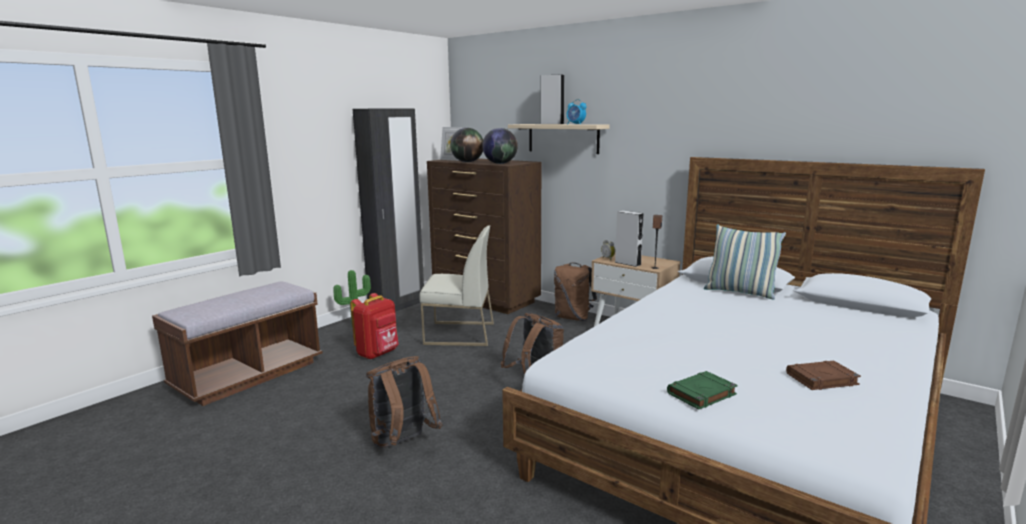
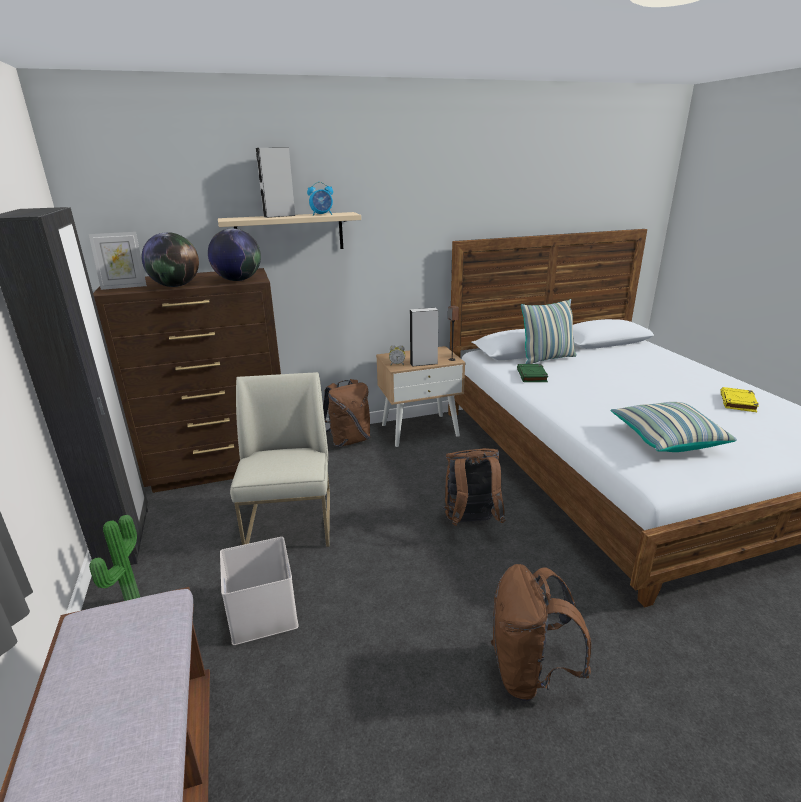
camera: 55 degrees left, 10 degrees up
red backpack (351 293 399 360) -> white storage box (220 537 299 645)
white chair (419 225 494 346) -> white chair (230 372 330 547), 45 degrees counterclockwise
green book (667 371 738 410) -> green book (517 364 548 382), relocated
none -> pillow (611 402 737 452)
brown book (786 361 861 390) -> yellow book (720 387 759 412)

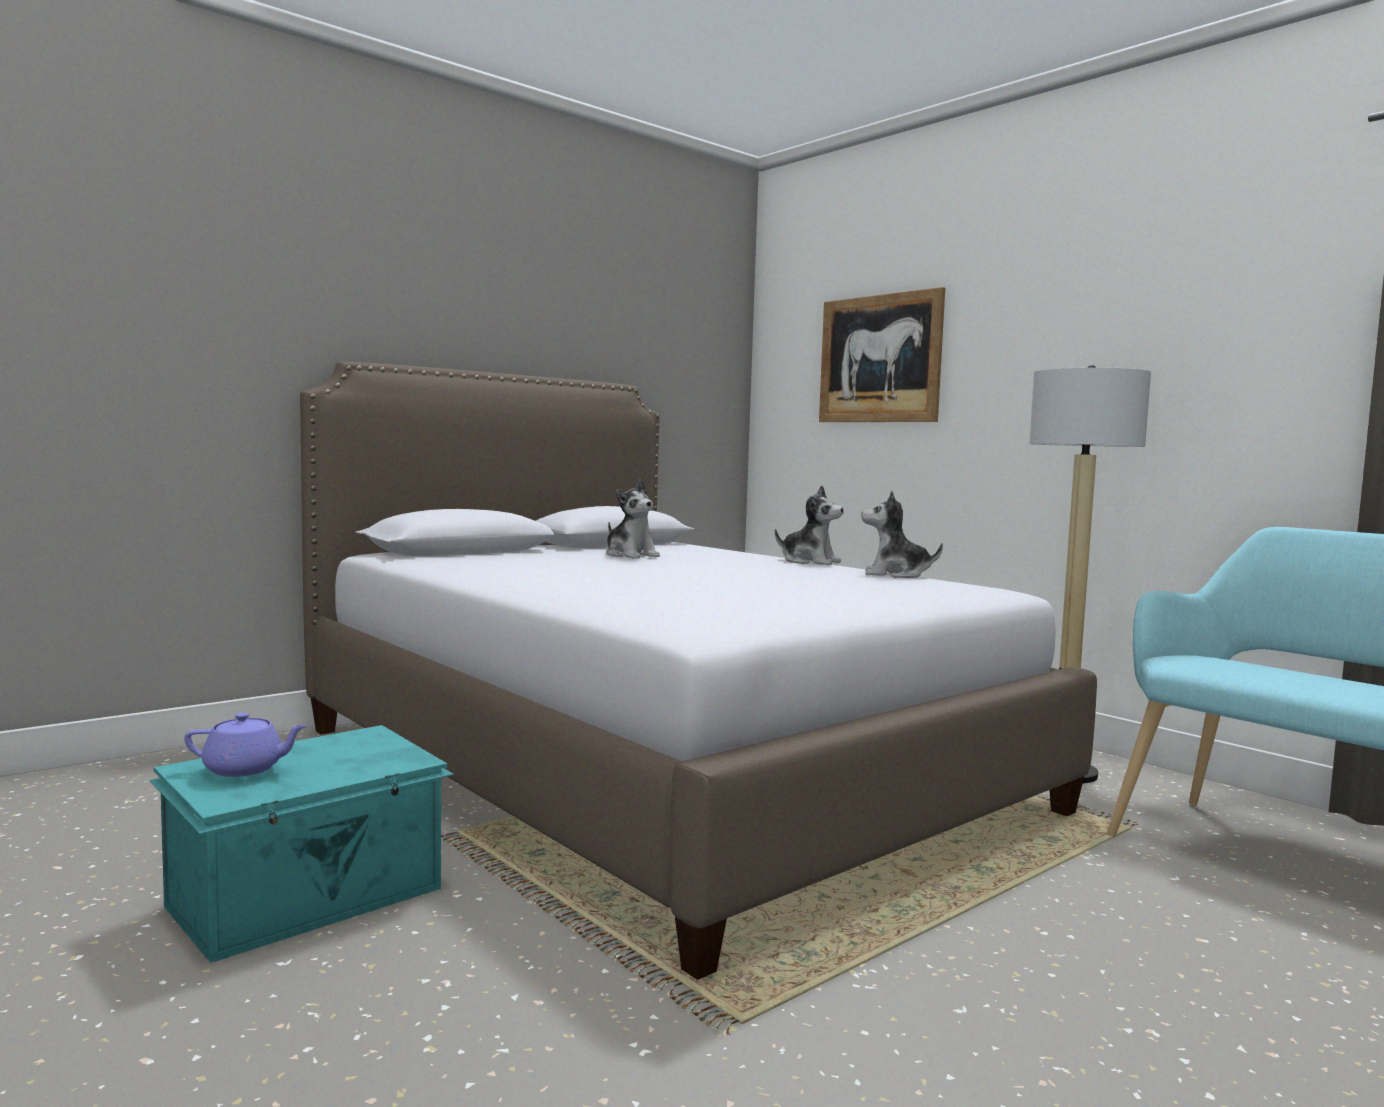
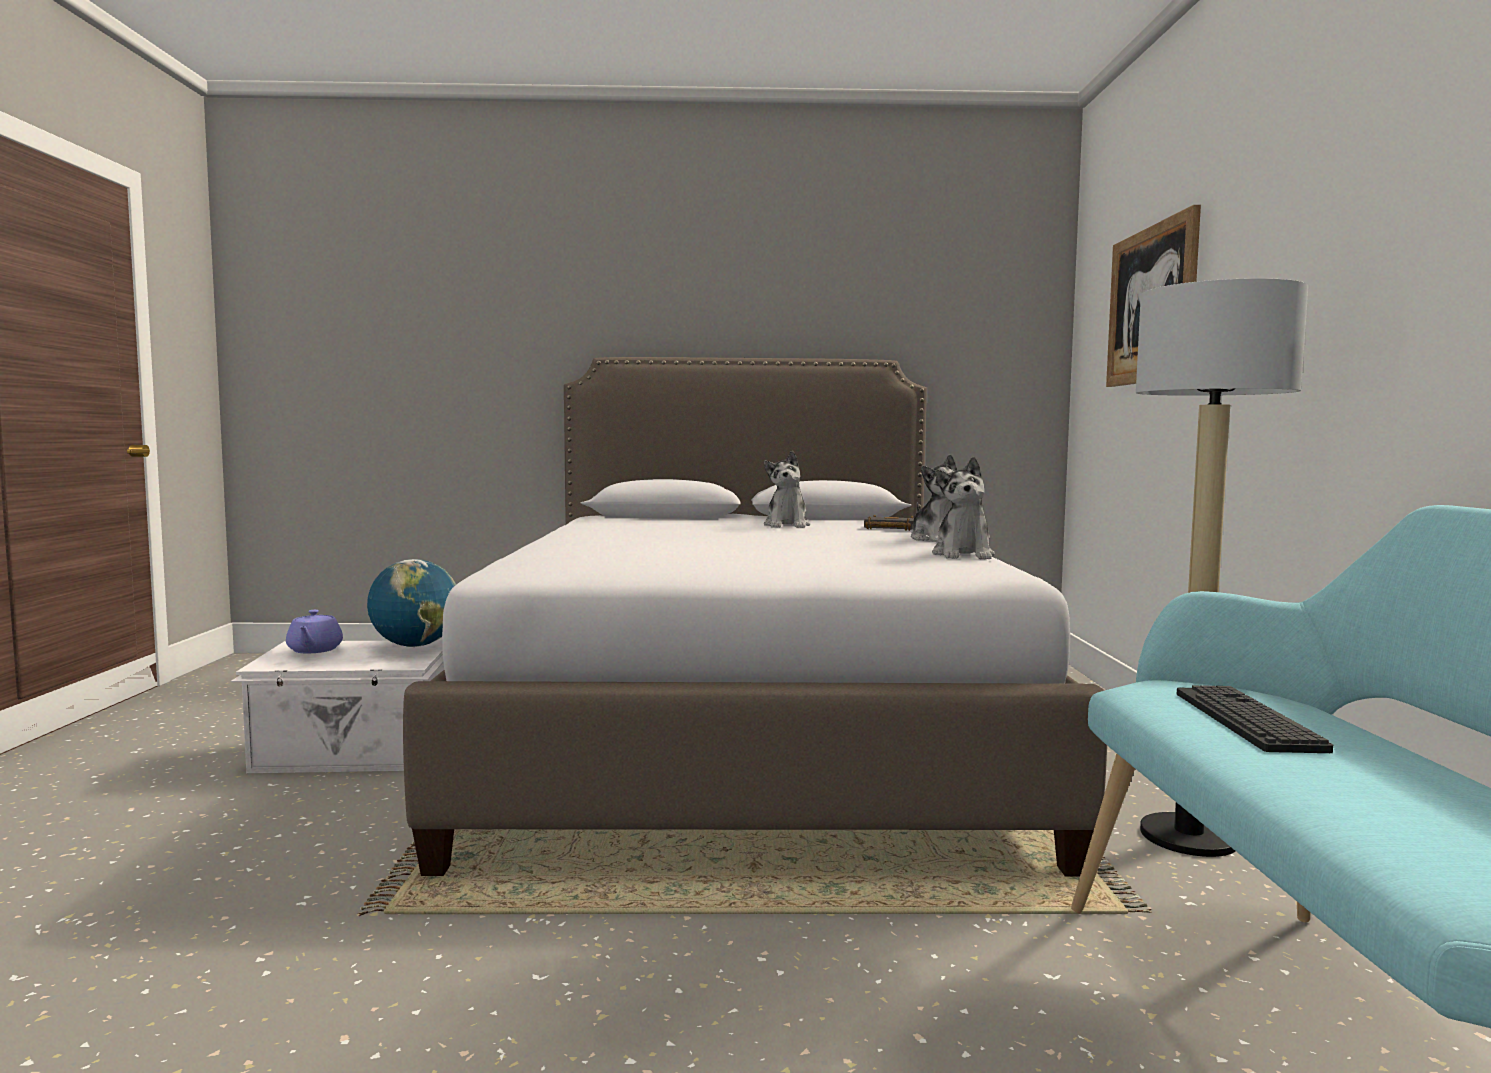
camera: 40 degrees right, 0 degrees up
turquoise storage box (150 725 454 963) -> white storage box (231 640 444 773)
purple teapot (184 712 307 777) -> purple teapot (286 610 343 653), 45 degrees clockwise
none -> globe (367 559 456 647)
none -> black book (864 514 914 531)
plush toy (861 491 943 578) -> plush toy (932 457 995 559), 135 degrees counterclockwise
none -> keyboard (1177 685 1333 753)

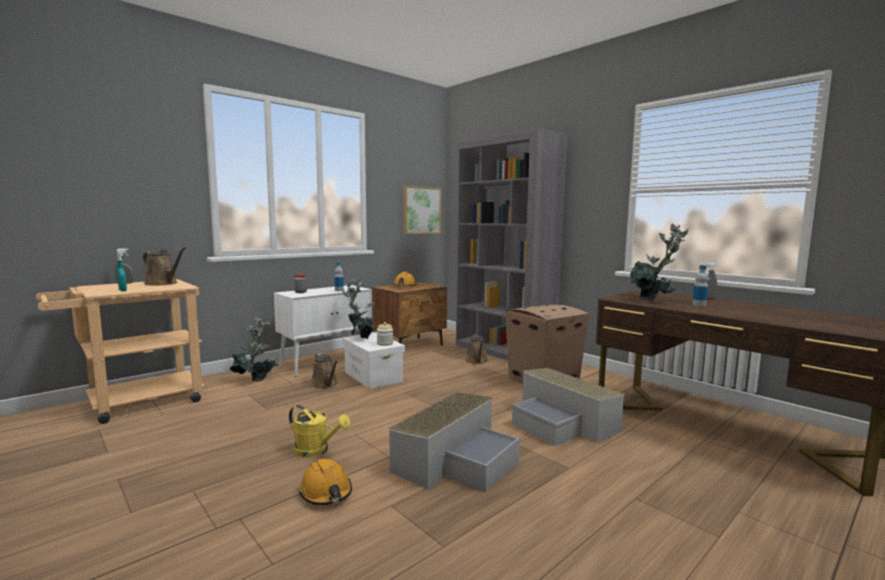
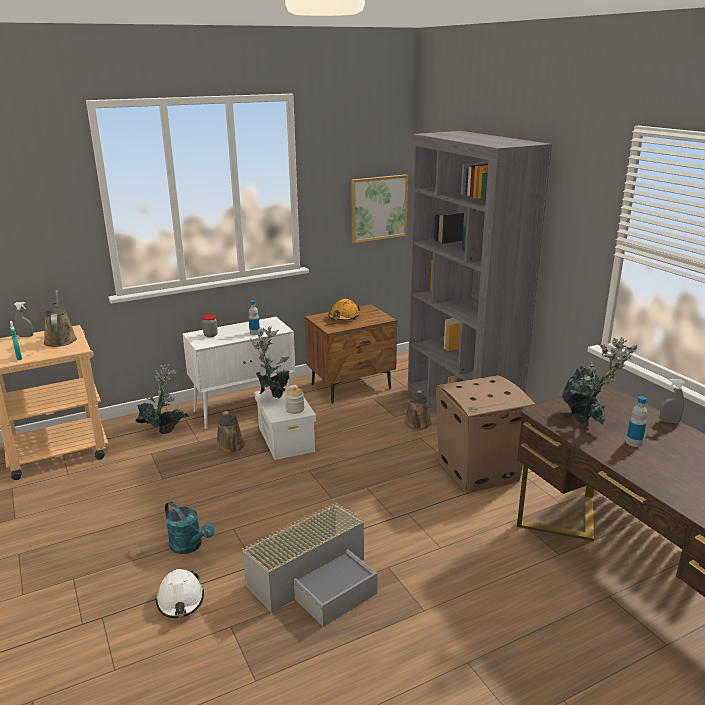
camera: 15 degrees right, 15 degrees up
brown watering can (143 247 186 286) -> brown watering can (44 290 77 347), 150 degrees counterclockwise
orange hard hat (299 459 352 505) -> white hard hat (155 569 204 618)
yellow watering can (289 405 351 458) -> turquoise watering can (165 501 215 554)
grey storage box (512 368 625 446) -> none

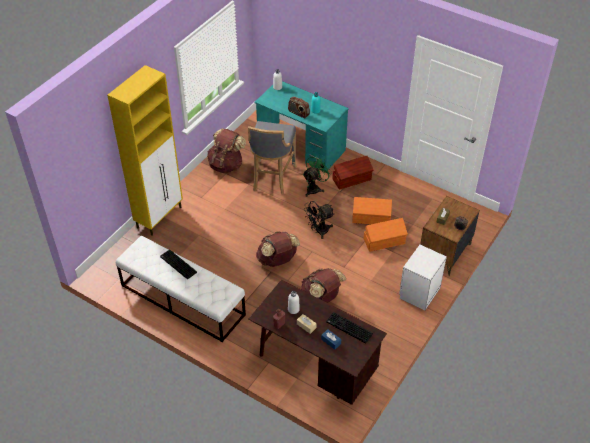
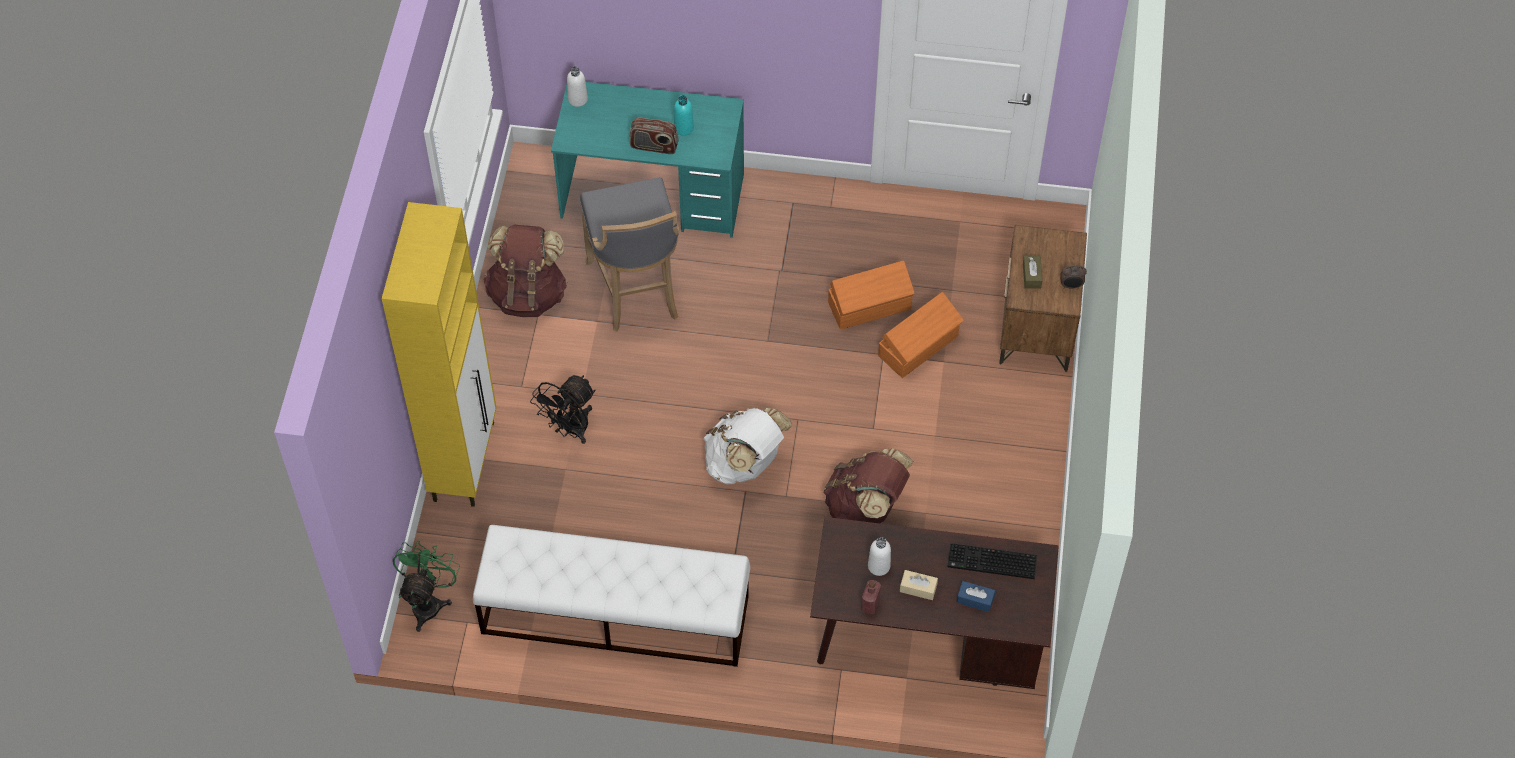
camera: 25 degrees left, 10 degrees up
green fan (303 155 333 197) -> green fan (393 540 460 632), relocated
black fan (304 201 334 239) -> black fan (530 375 595 444), relocated
brown backpack (256 231 300 267) -> white backpack (703 408 792 484)
keyboard (160 250 197 279) -> none
brown storage box (332 156 373 190) -> none
white nightstand (399 245 447 311) -> none

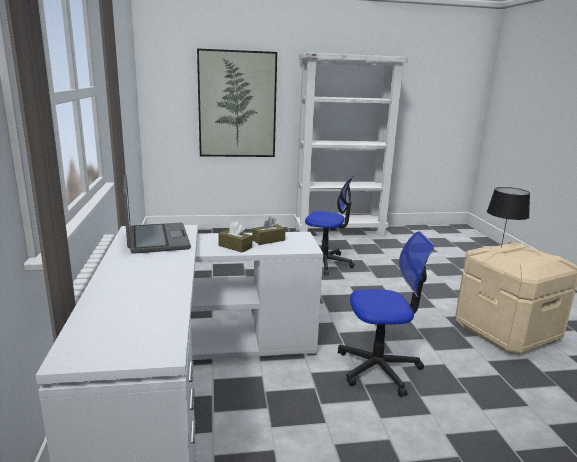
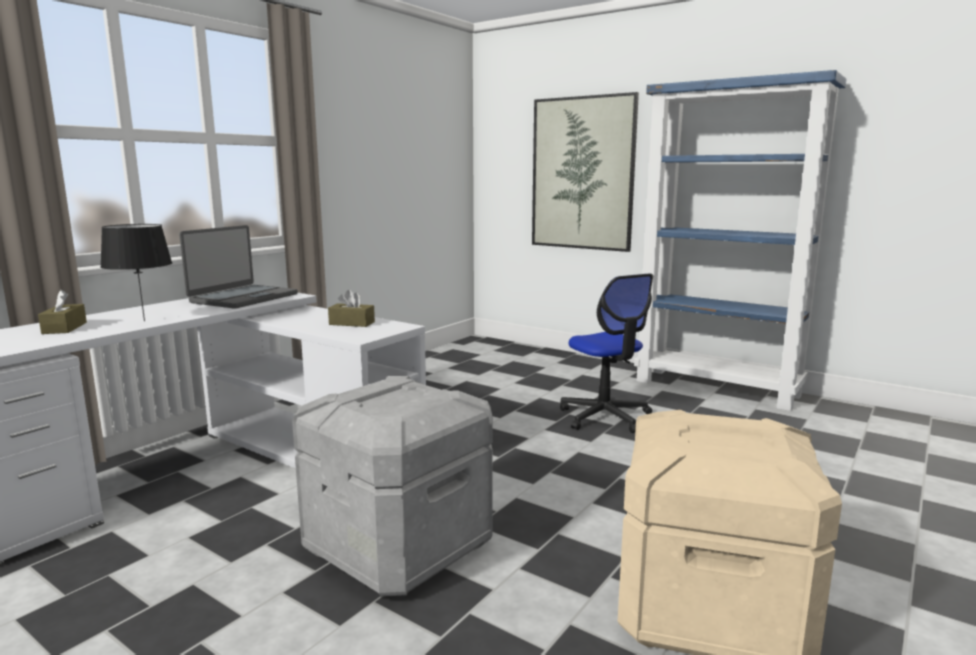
camera: 45 degrees right, 5 degrees down
brown tissue box (218 221 252 253) -> brown tissue box (38 290 87 334), relocated
black table lamp (487 187 530 247) -> black table lamp (100 224 172 321), relocated
office chair (338 231 434 397) -> grey storage box (292 376 493 597)
white bookcase (294 53 408 237) -> blue bookcase (634 70 847 411)

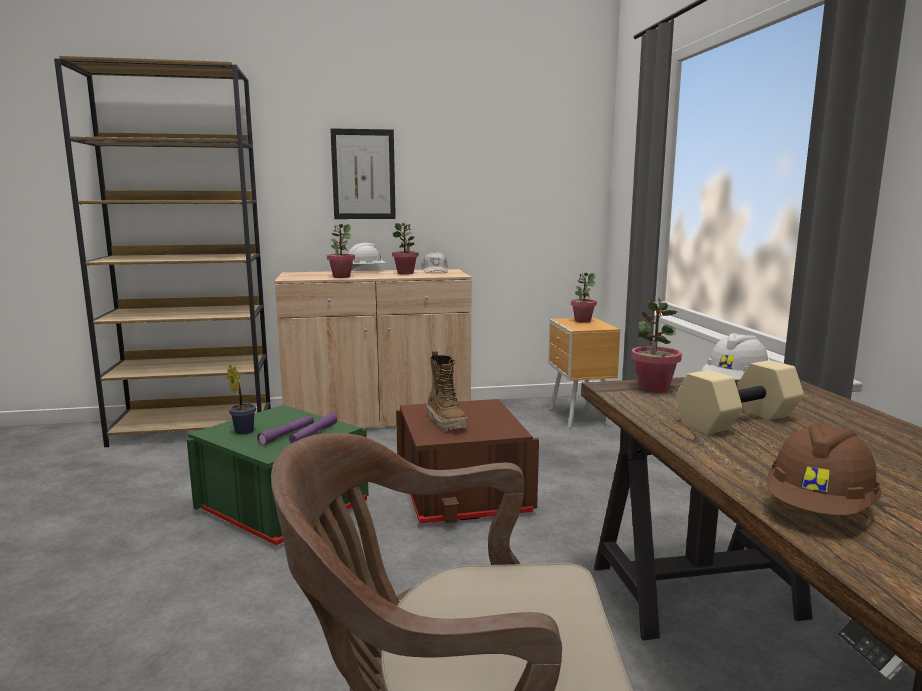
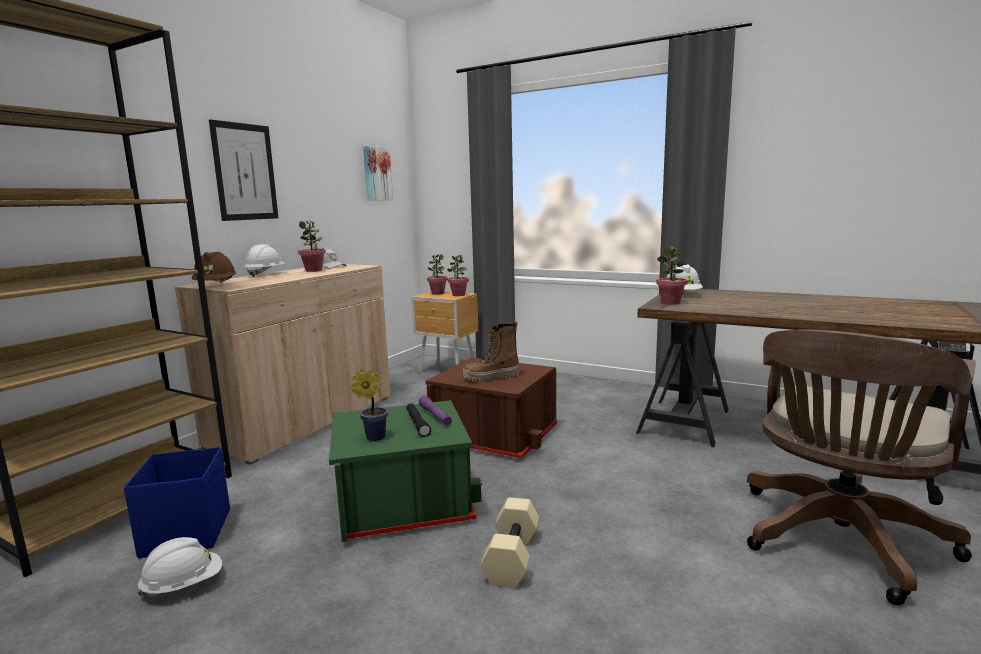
camera: 50 degrees left, 0 degrees up
none -> blue storage box (124 447 230 558)
none -> white hard hat (138 537 222 599)
brown hard hat (767 423 882 516) -> brown hard hat (192 252 237 283), relocated
none -> picture (363 146 393 201)
purple flashlight (257 415 314 446) -> black flashlight (407 404 431 437)
potted plant (327 224 355 278) -> potted plant (447 255 469 296), relocated
boot (427 351 468 430) -> boot (463 321 519 382), 150 degrees clockwise
beige dumbbell (676 360 804 434) -> beige dumbbell (480 497 539 588), relocated

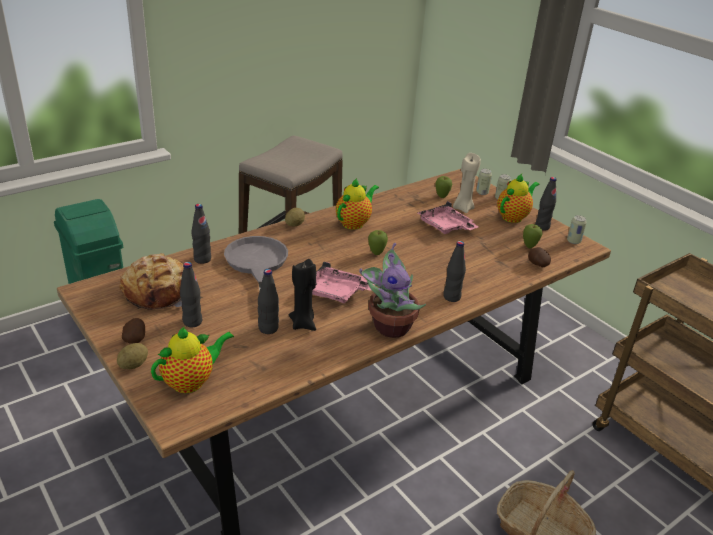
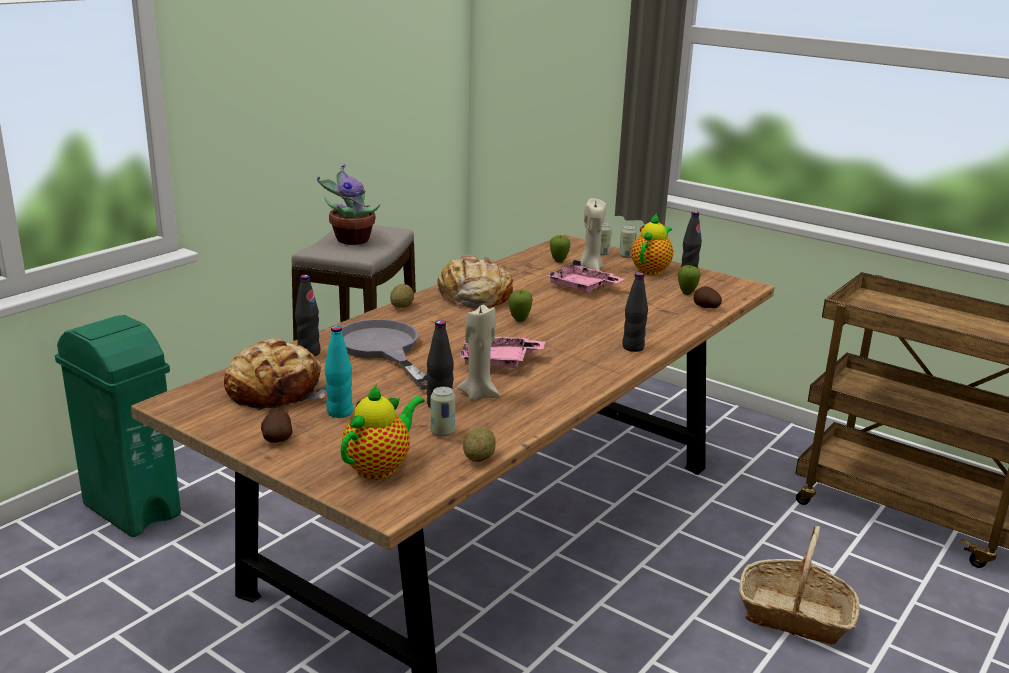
camera: 15 degrees left, 10 degrees down
potted plant (359 243 426 338) -> potted plant (317 164 381 245), relocated
black bottle (180 262 202 327) -> turquoise bottle (325 326 353 418)
can (567 215 587 244) -> can (431 387 455 436), relocated
teapot (336 178 379 230) -> bread (437 255 513 308)
black candle (289 259 316 331) -> beige candle (457 305 500 401)
potato (117 343 148 369) -> potato (463 427 496 462), relocated

